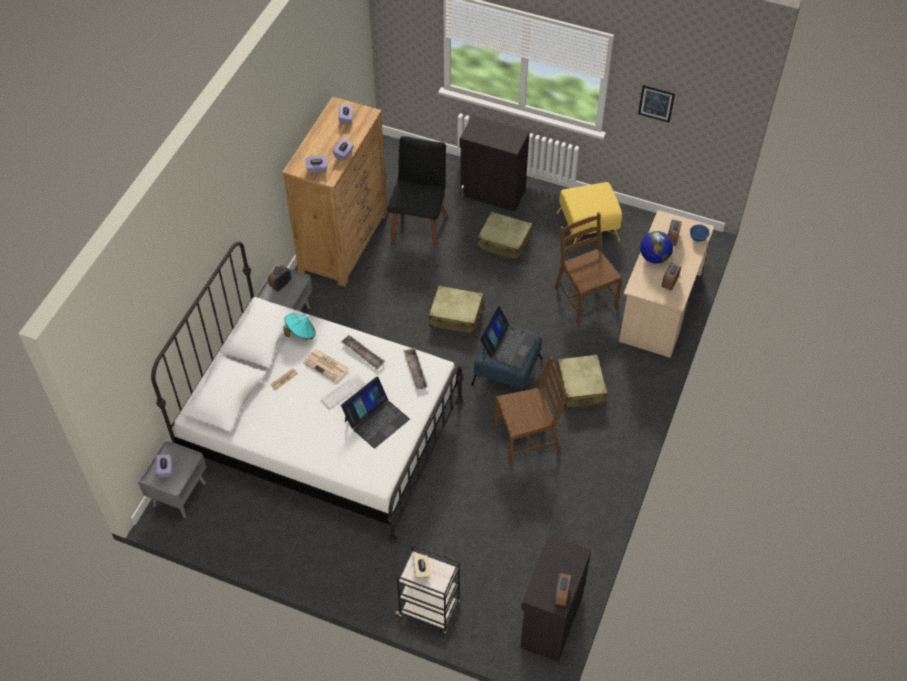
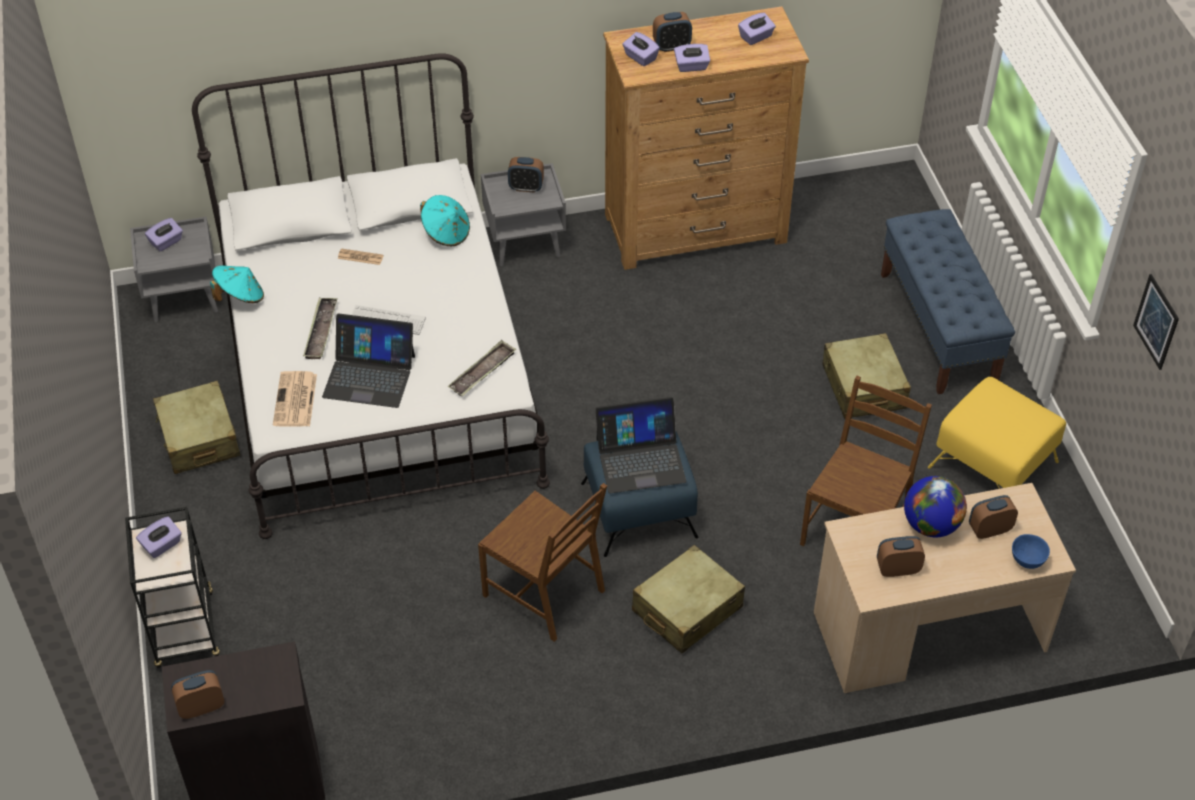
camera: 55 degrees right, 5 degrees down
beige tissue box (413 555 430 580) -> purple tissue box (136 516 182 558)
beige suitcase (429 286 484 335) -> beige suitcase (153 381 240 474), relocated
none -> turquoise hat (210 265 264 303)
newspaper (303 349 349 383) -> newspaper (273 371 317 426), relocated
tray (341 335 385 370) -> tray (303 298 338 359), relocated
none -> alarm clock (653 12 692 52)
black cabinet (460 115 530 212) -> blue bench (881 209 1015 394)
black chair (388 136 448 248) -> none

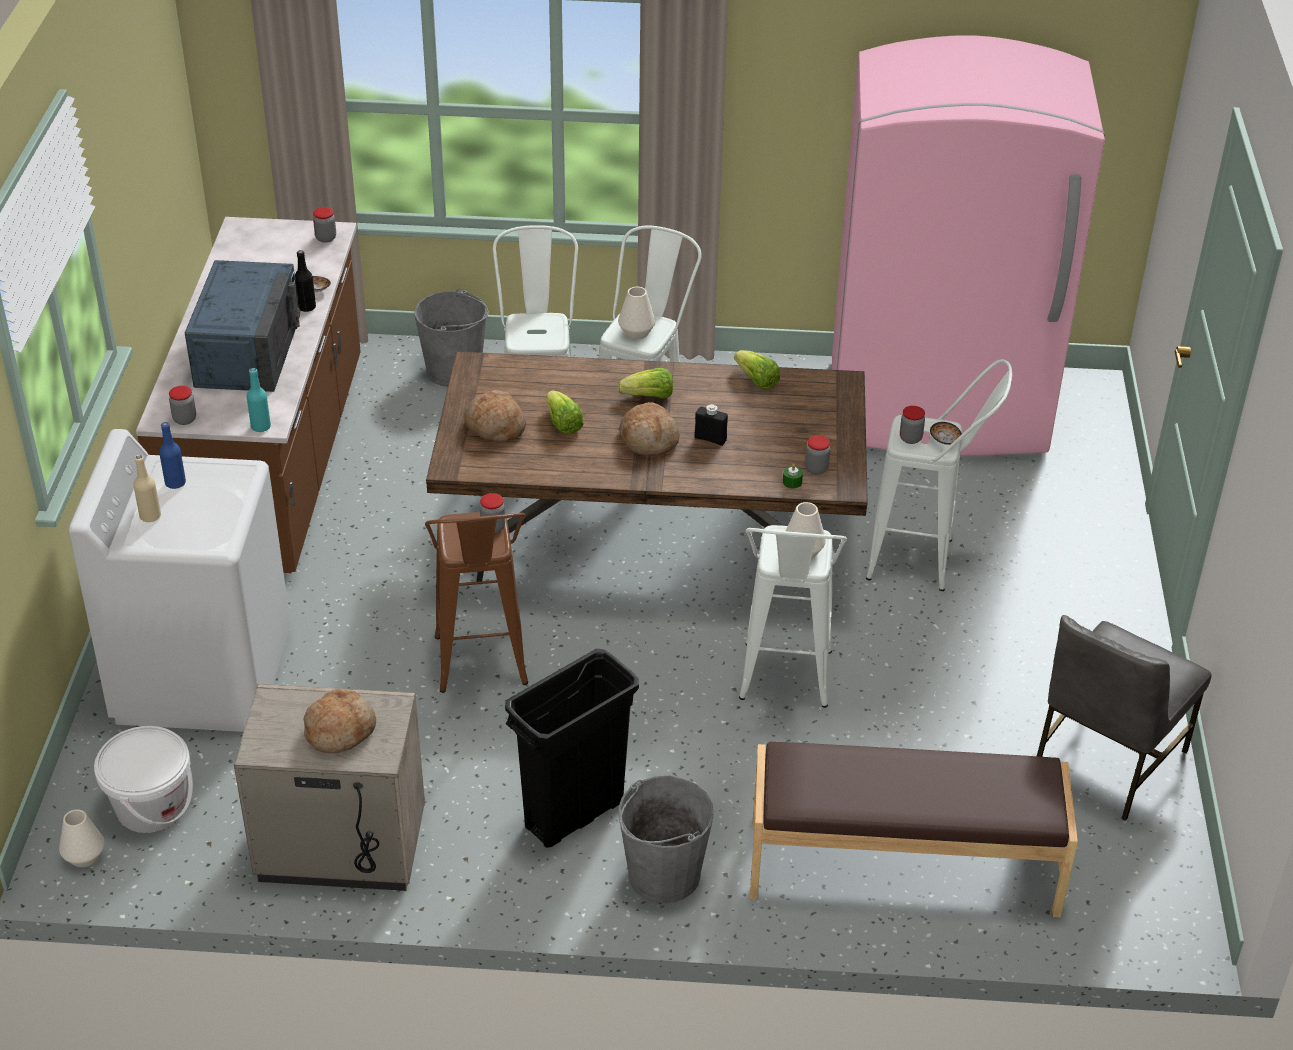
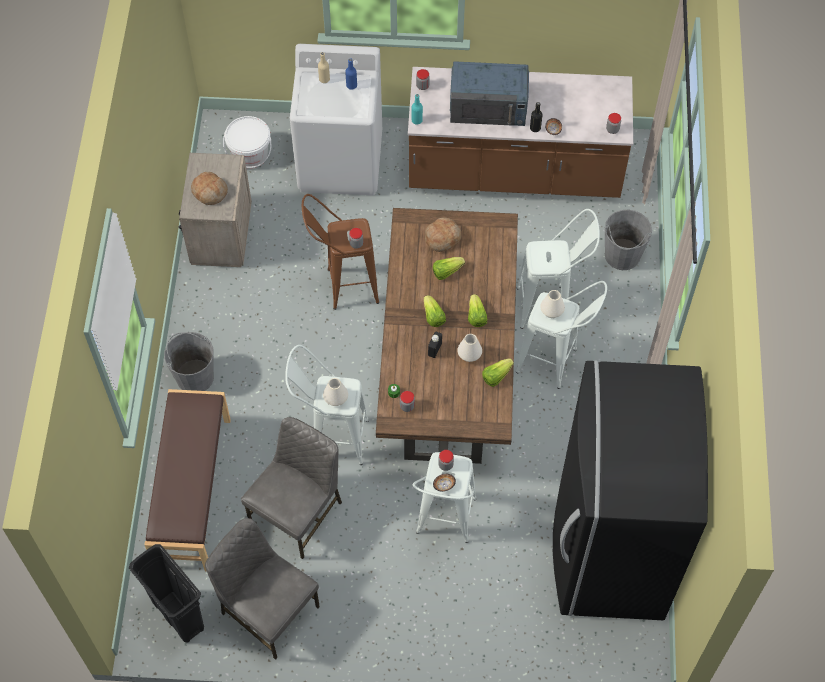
camera: 90 degrees right, 20 degrees up
black trash can (505 649 639 848) -> black trash can (129 544 204 643), relocated
none -> grey chair (241 417 342 559)
bread (619 402 680 456) -> lettuce (424 295 446 327)
white vase (59 809 105 867) -> white vase (457 334 482 362), relocated
pink fridge (832 35 1105 455) -> black fridge (553 361 708 620)

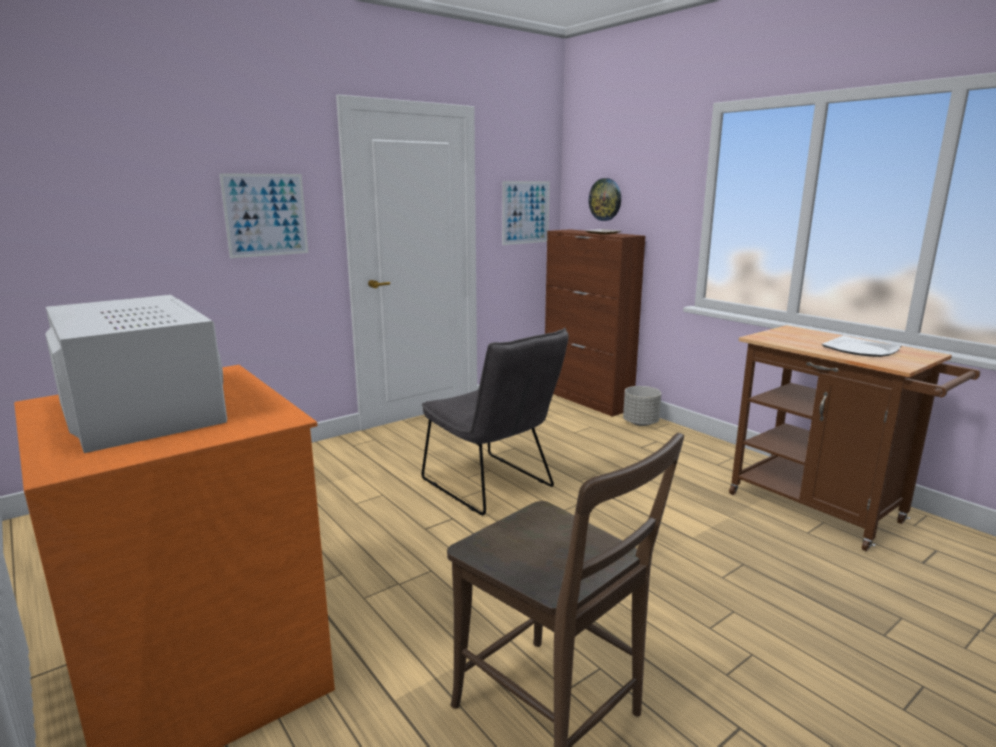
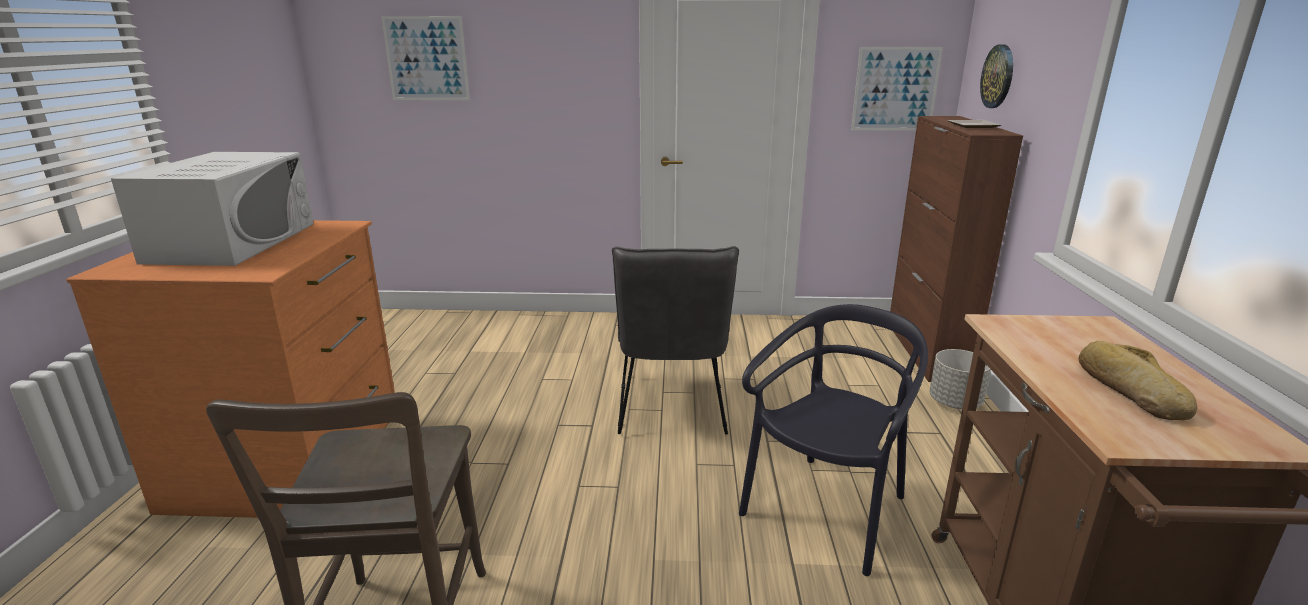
camera: 40 degrees right, 5 degrees up
picture (219 173 308 258) -> picture (381 16 470 100), relocated
none -> black chair (739 304 928 576)
plate (821 336 901 357) -> bread (1079 341 1197 420)

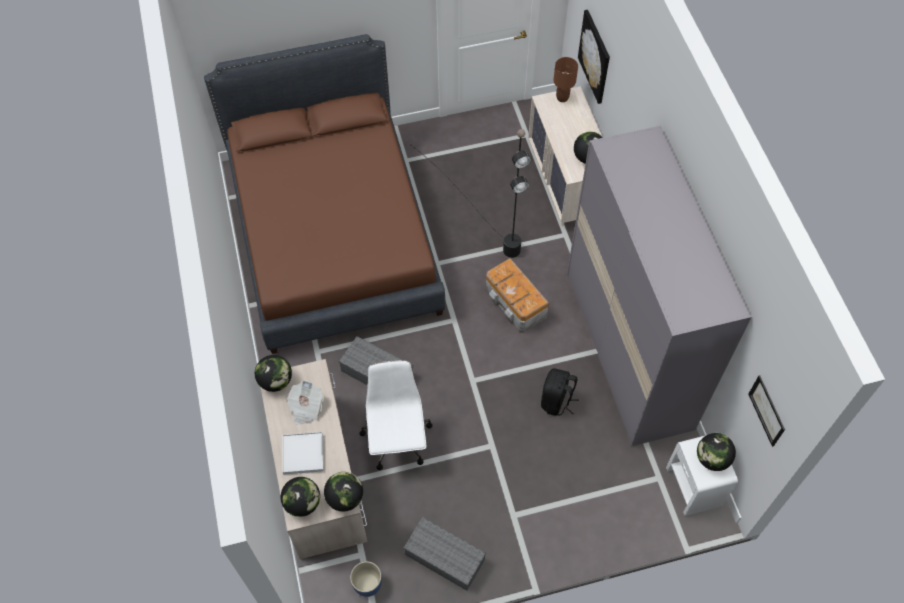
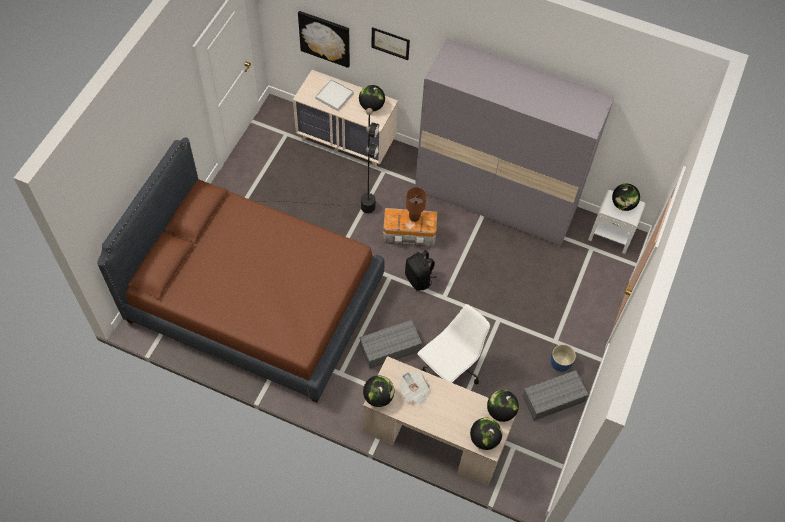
camera: 55 degrees left, 0 degrees up
white tray (282 432 324 475) -> white tray (315 79 354 111), relocated
picture (748 376 785 447) -> picture (371 27 410 60), relocated
black backpack (541 368 579 416) -> black backpack (405 250 436 291), relocated
brown table lamp (553 57 578 102) -> brown table lamp (406 187 426 222), relocated
white office chair (359 361 433 470) -> white office chair (418 304 490 384), 105 degrees clockwise
blue planter (350 561 382 597) -> blue planter (551 344 576 372), relocated

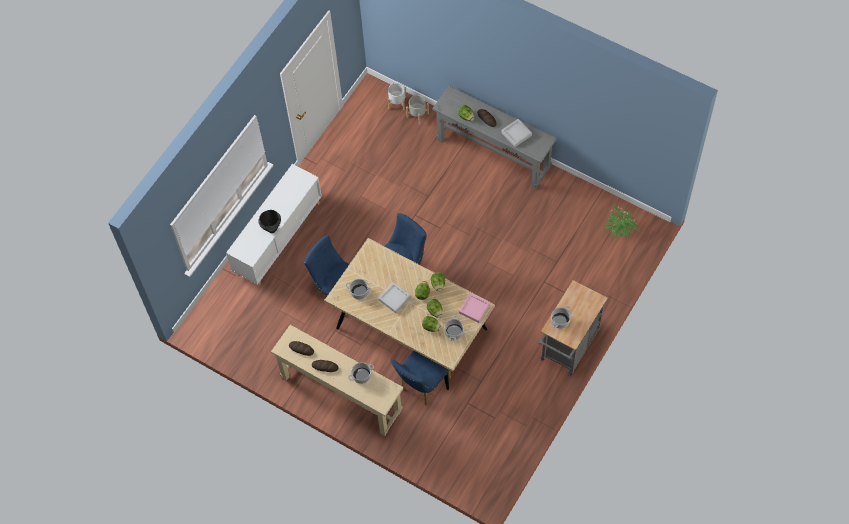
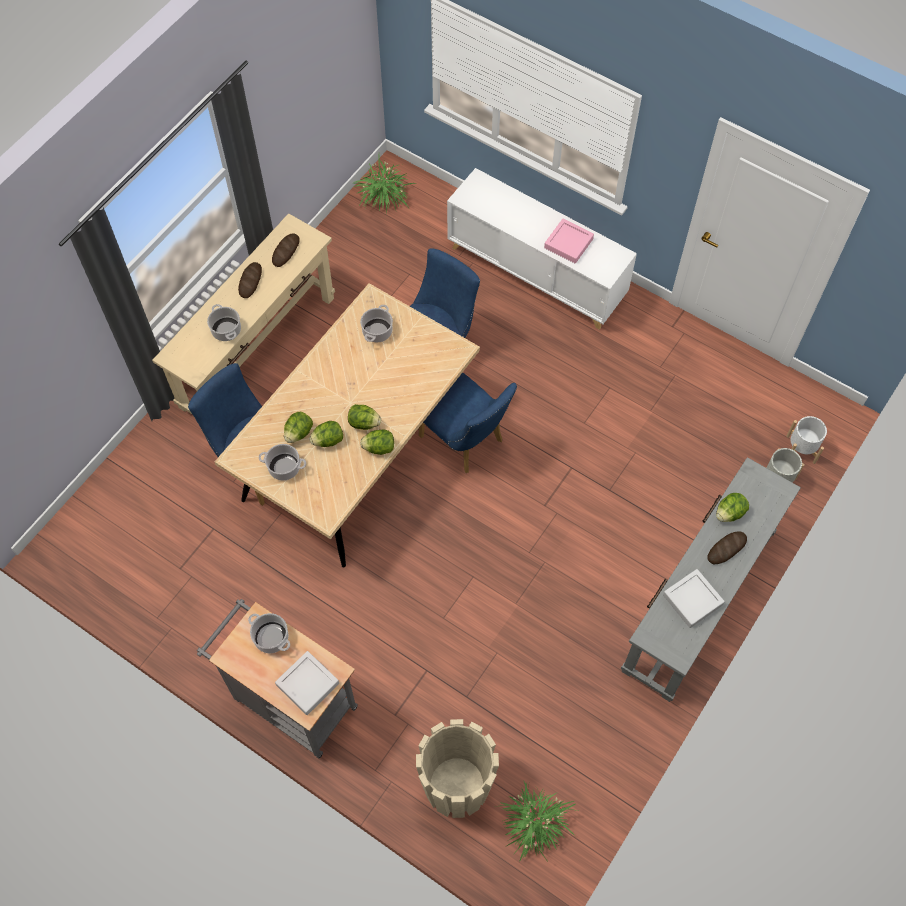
camera: 90 degrees right, 0 degrees up
grey tray (378 282 411 313) -> grey tray (275 651 339 715), relocated
none -> potted plant (353 157 415 213)
none -> beige planter (416 719 499 818)
pink tray (459 293 490 323) -> pink tray (544 219 594 264), relocated
black cooking pot (258 210 281 233) -> none

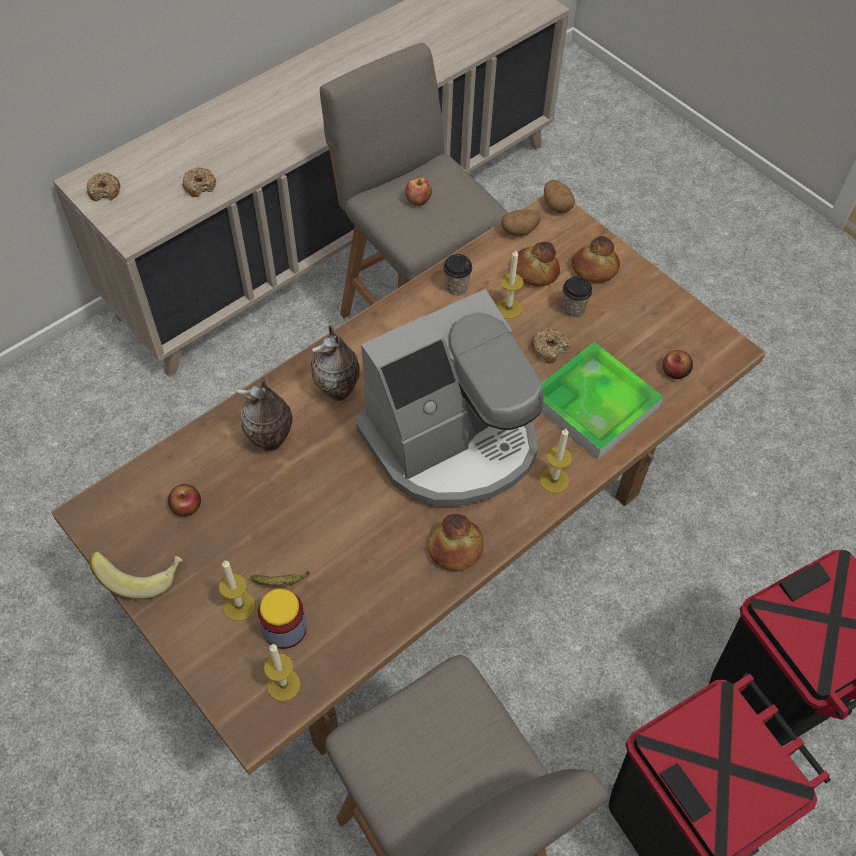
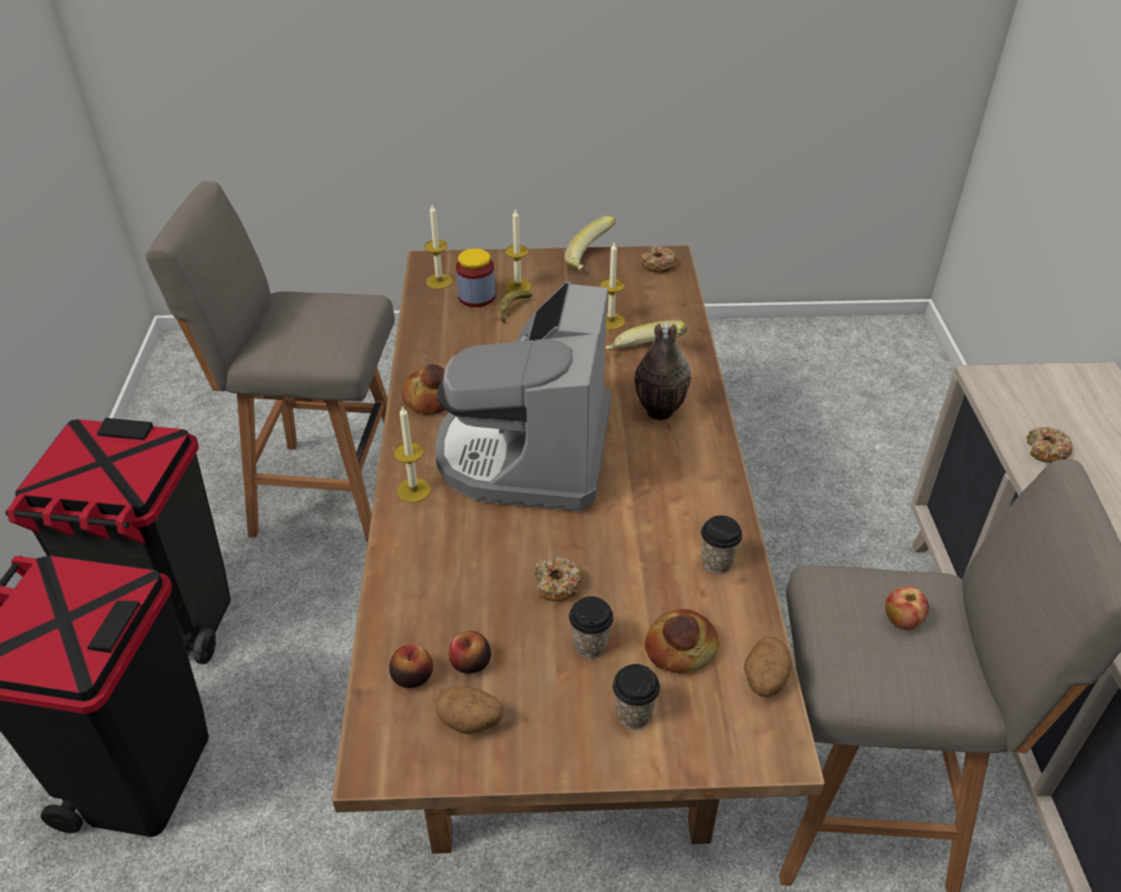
camera: 130 degrees right, 15 degrees down
potato (544 180 575 213) -> potato (435 686 504 734), relocated
apple (168 484 201 516) -> apple (449 631 491 674), relocated
candle (496 250 524 319) -> candle (600 243 625 330), relocated
vase (236 376 293 451) -> banana (605 320 687 350)
bread (571 236 620 283) -> cup (613 664 660 729)
donut (86 172 121 201) -> donut (640 246 677 273), relocated
tray (535 342 663 460) -> none

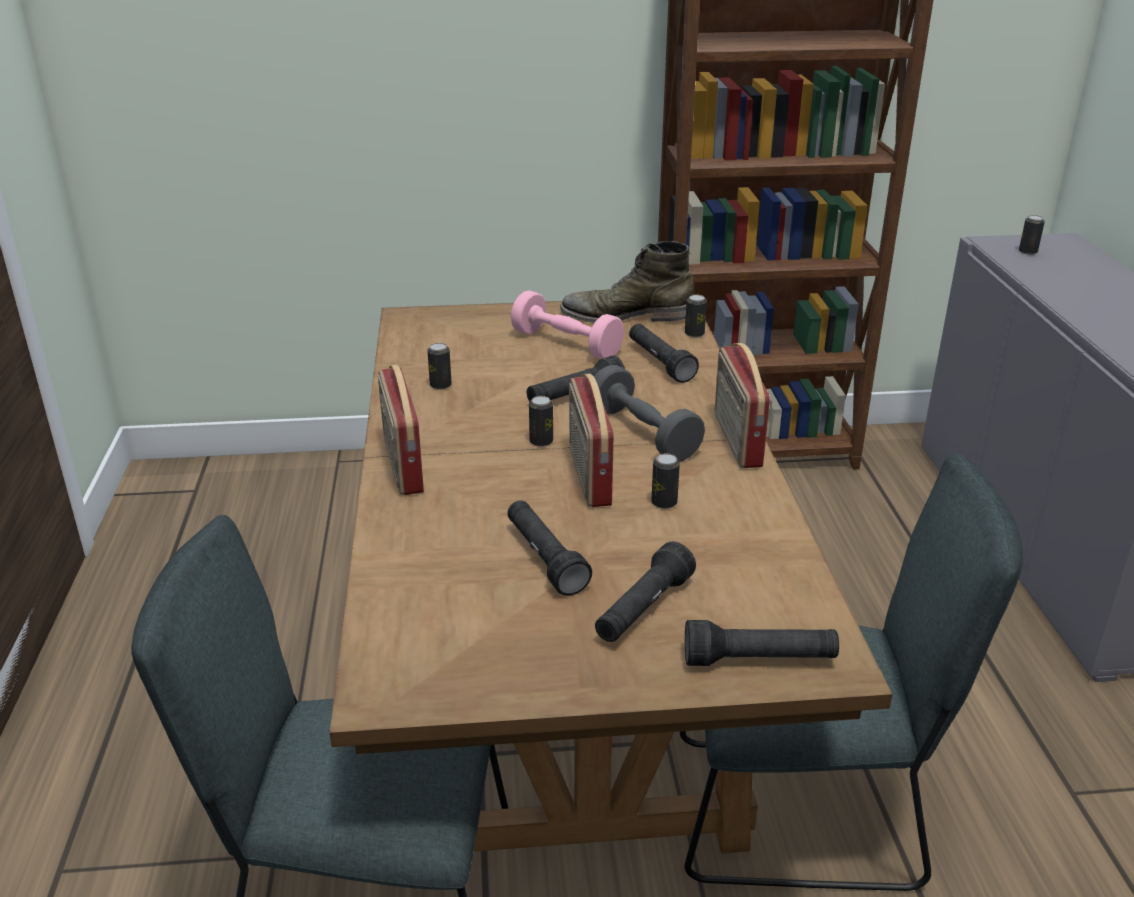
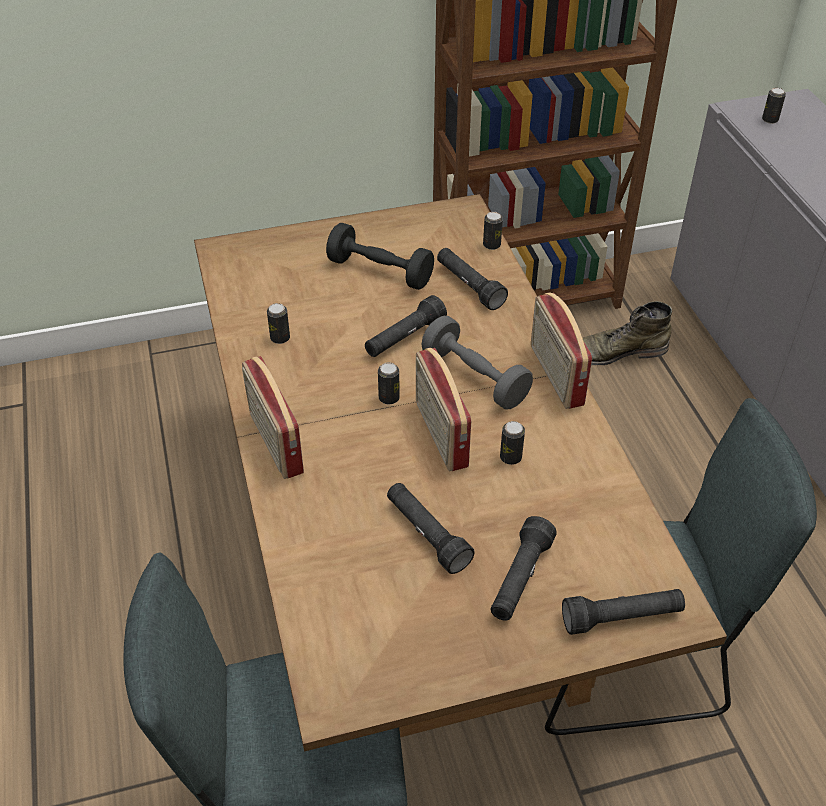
camera: 10 degrees left, 15 degrees up
pink dumbbell (511 290 624 359) -> black dumbbell (326 223 434 290)
green boot (560 241 694 322) -> green boot (583 301 672 365), relocated

